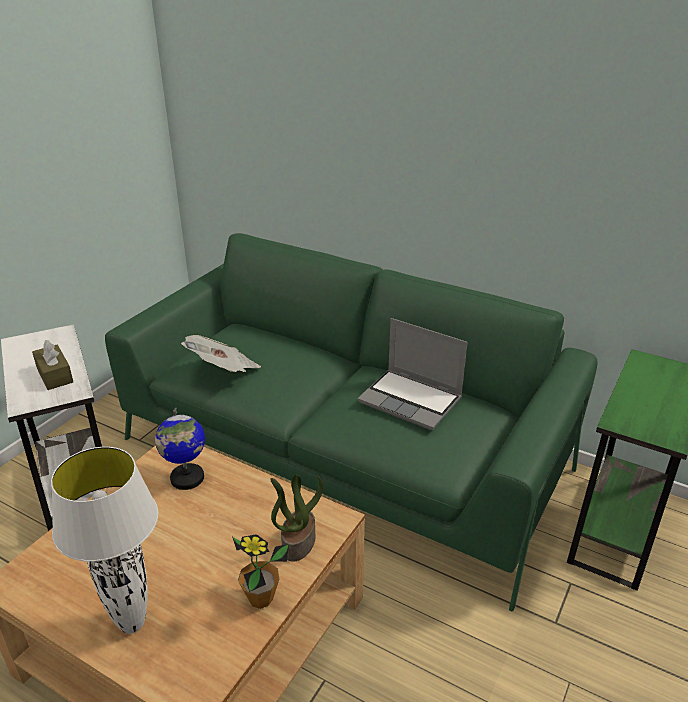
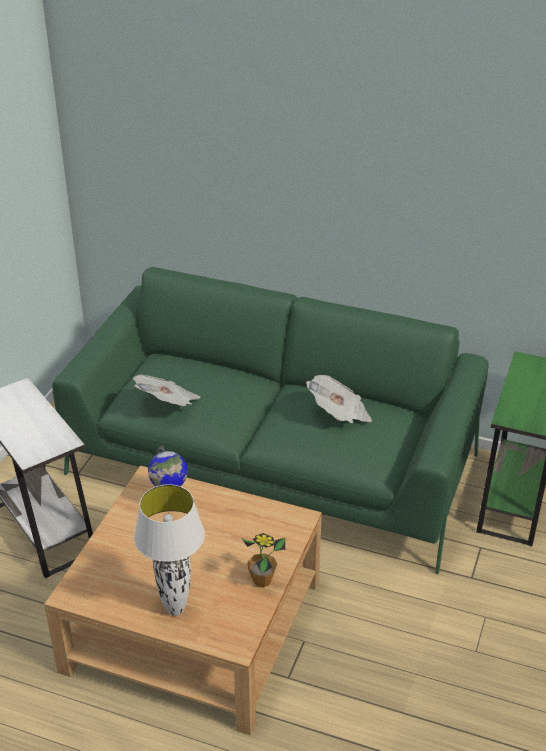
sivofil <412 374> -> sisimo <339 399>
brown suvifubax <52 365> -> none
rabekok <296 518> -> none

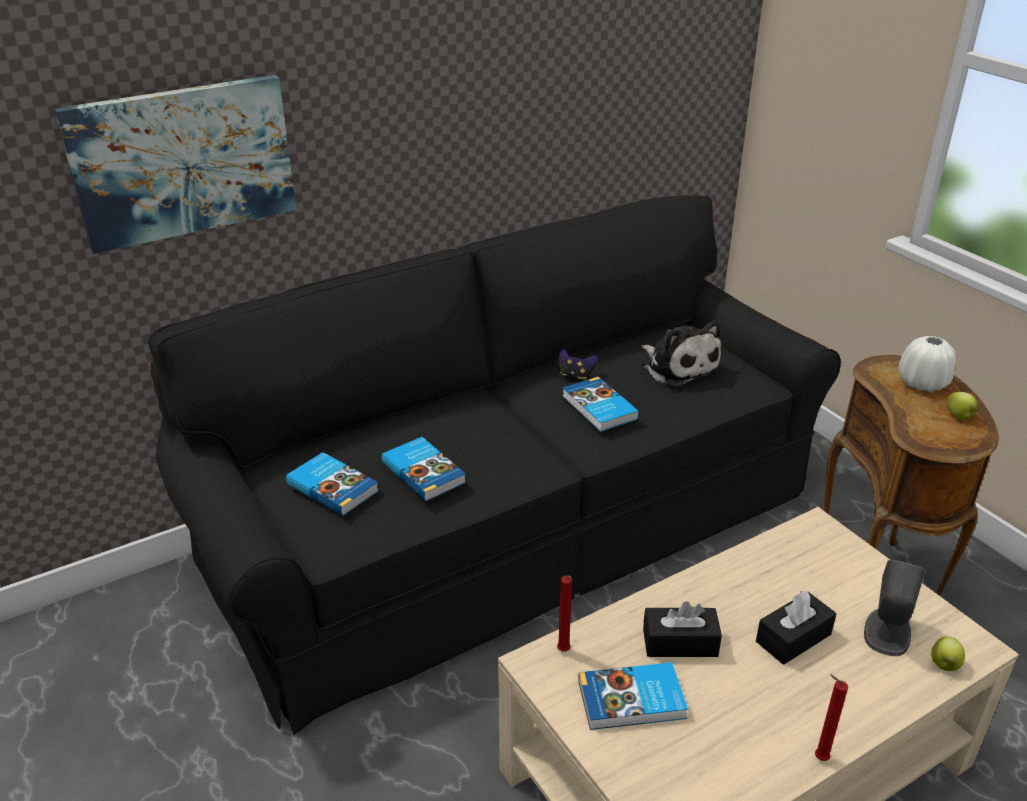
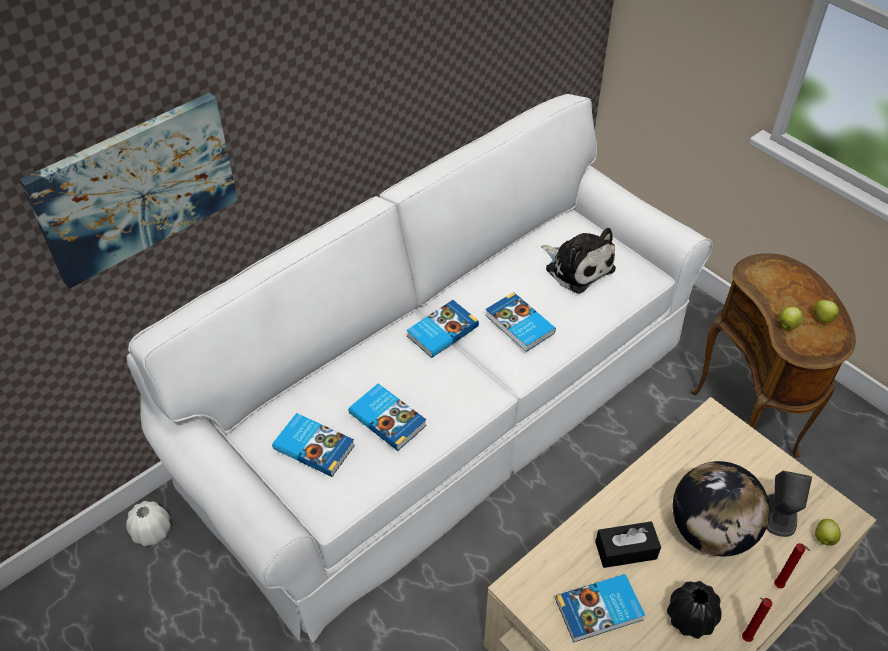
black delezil <494 465> -> white delezil <420 368>
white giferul <927 364> -> white giferul <148 524>, shifted
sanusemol <578 364> -> none
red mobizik <564 613> -> red mobizik <792 565>, shifted
black suvifubax <796 628> -> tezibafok <721 508>
none -> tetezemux <443 329>
none -> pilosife <791 318>
none -> black giferul <694 610>

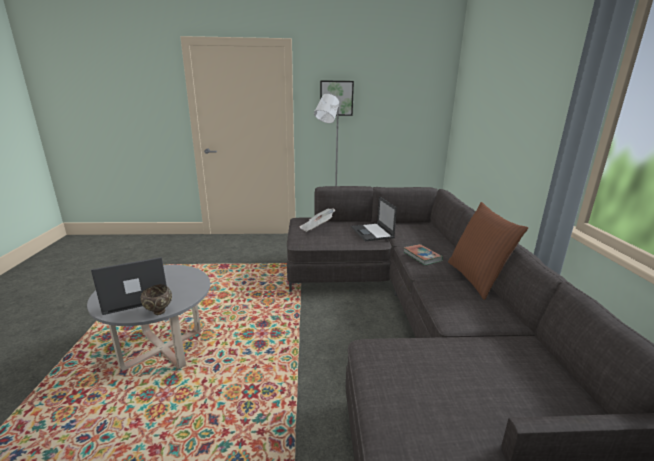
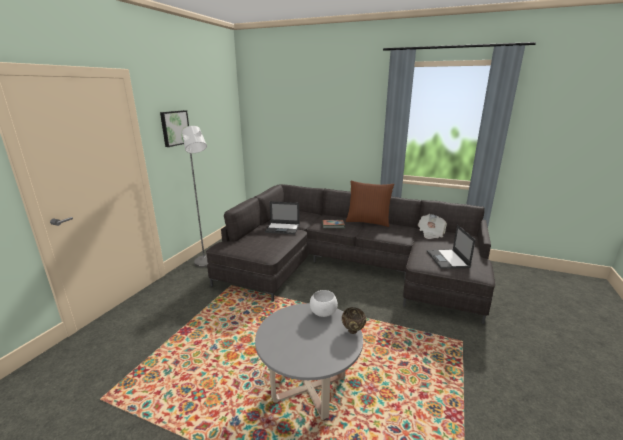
sisimo <317 220> -> sisimo <432 226>, shifted
sivofil <129 286> -> sivofil <451 247>, shifted
none -> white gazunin <324 303>

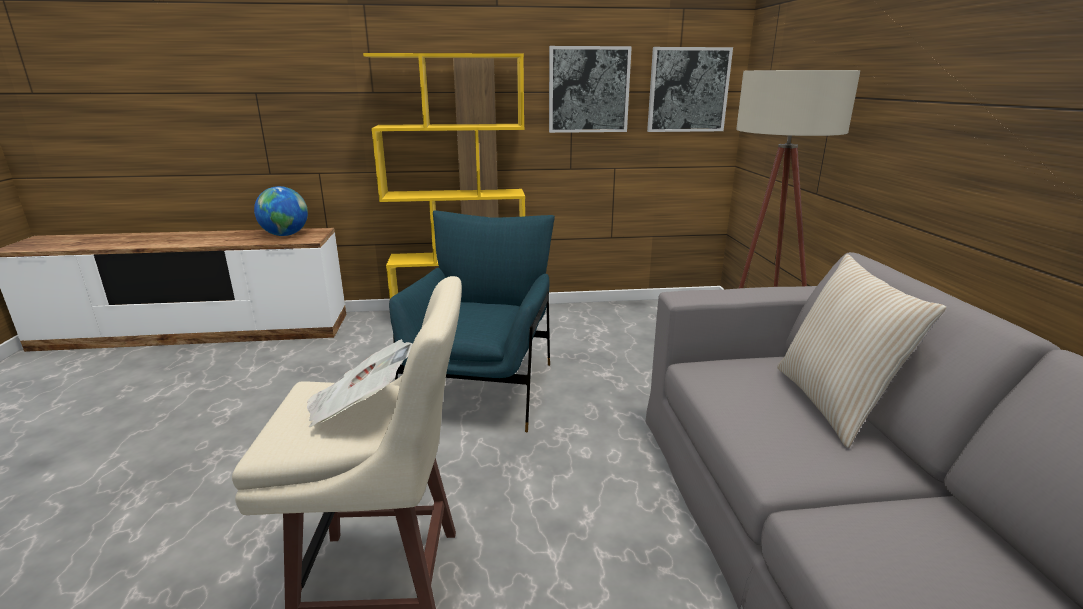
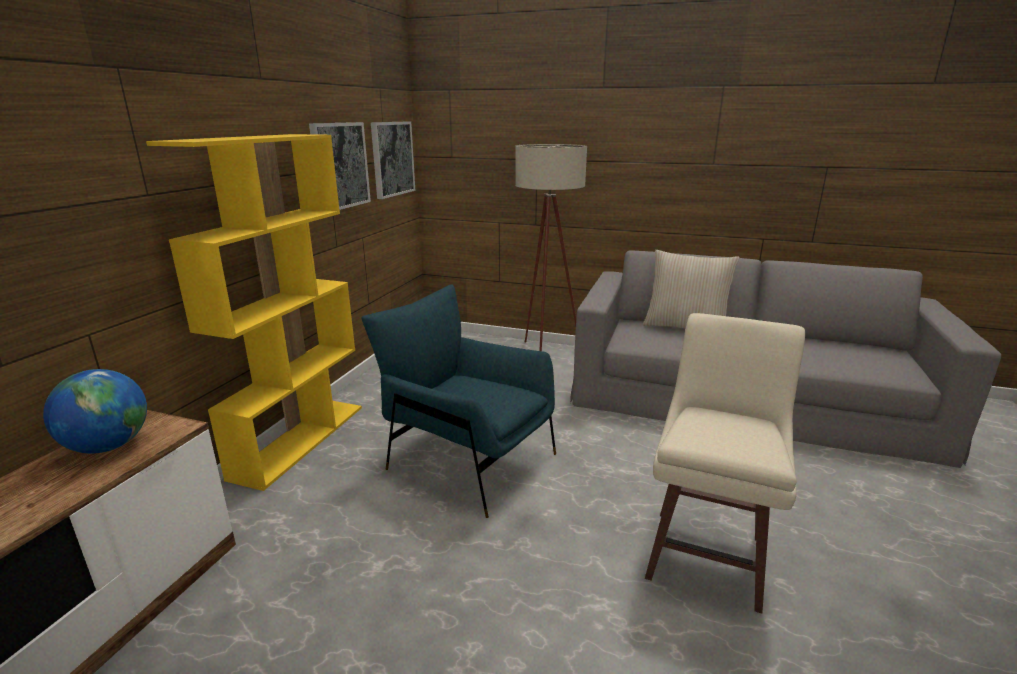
sisimo <359 383> -> none

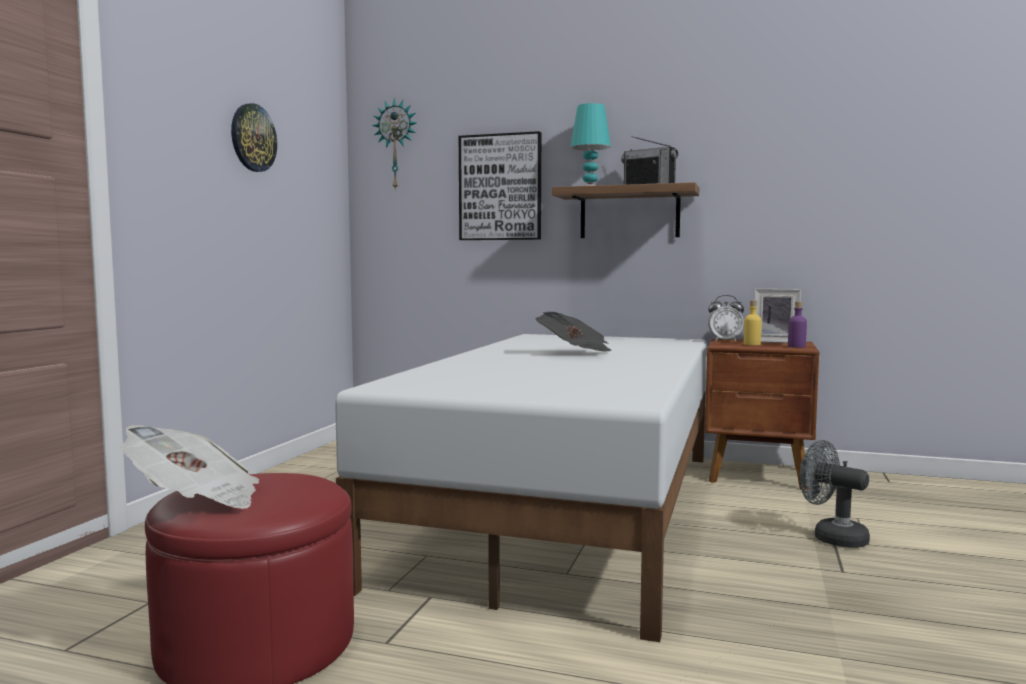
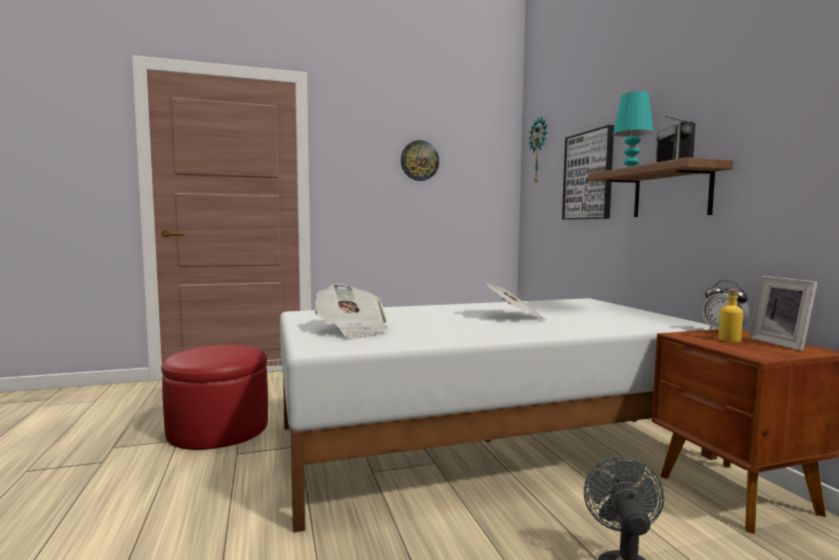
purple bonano <797 325> -> none
sisimo <189 467> -> sisimo <351 311>, shifted

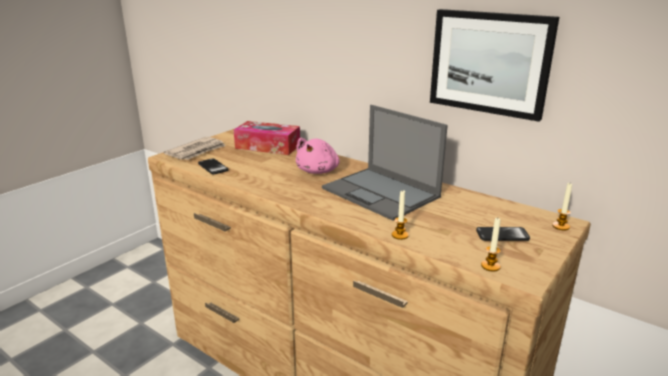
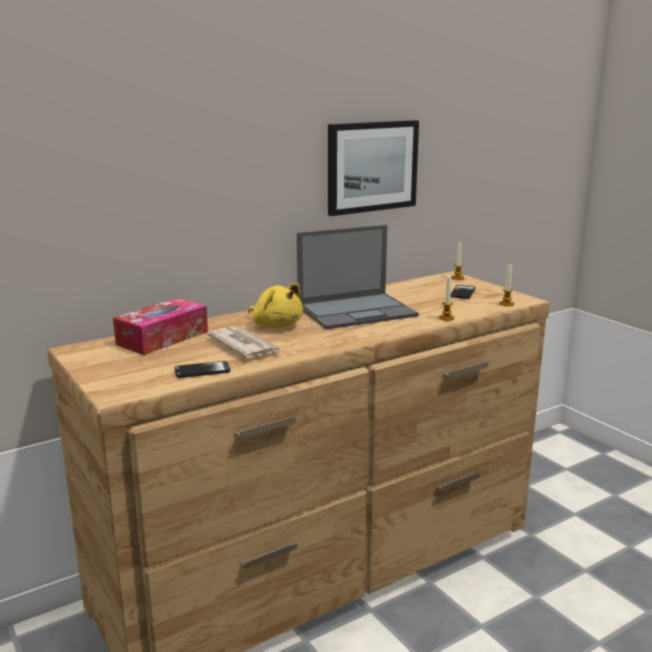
sisimo <195 148> -> sisimo <245 342>, shifted
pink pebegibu <318 156> -> yellow pebegibu <275 305>

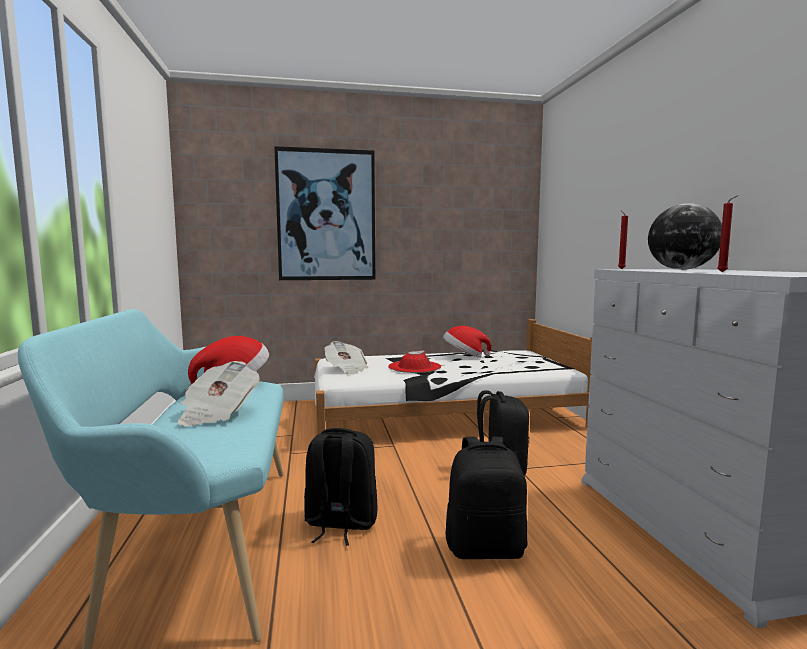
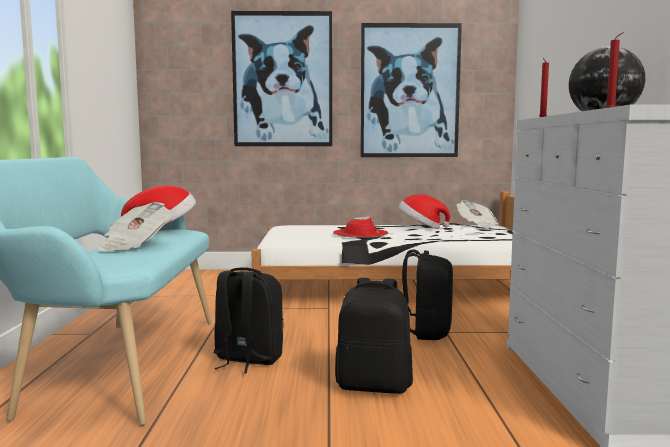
sisimo <346 358> -> sisimo <477 214>, shifted
none -> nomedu <411 90>

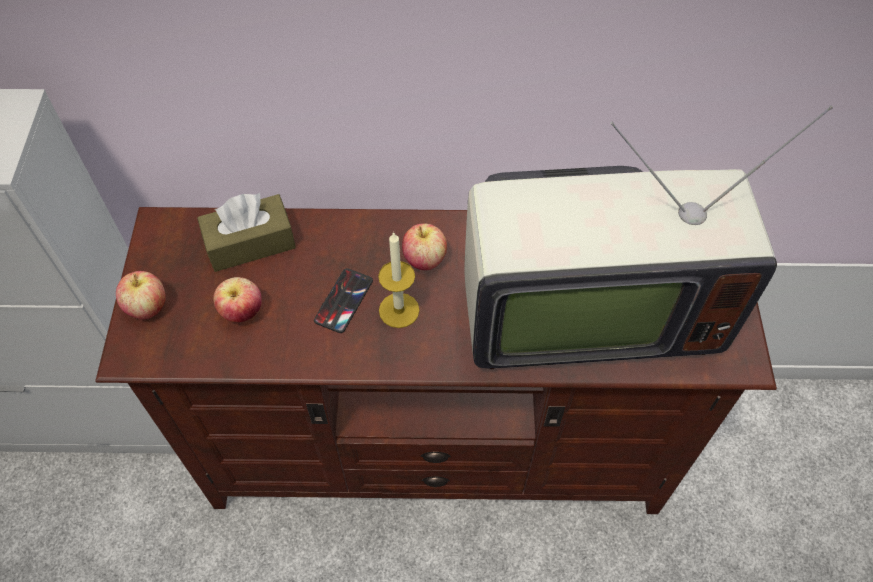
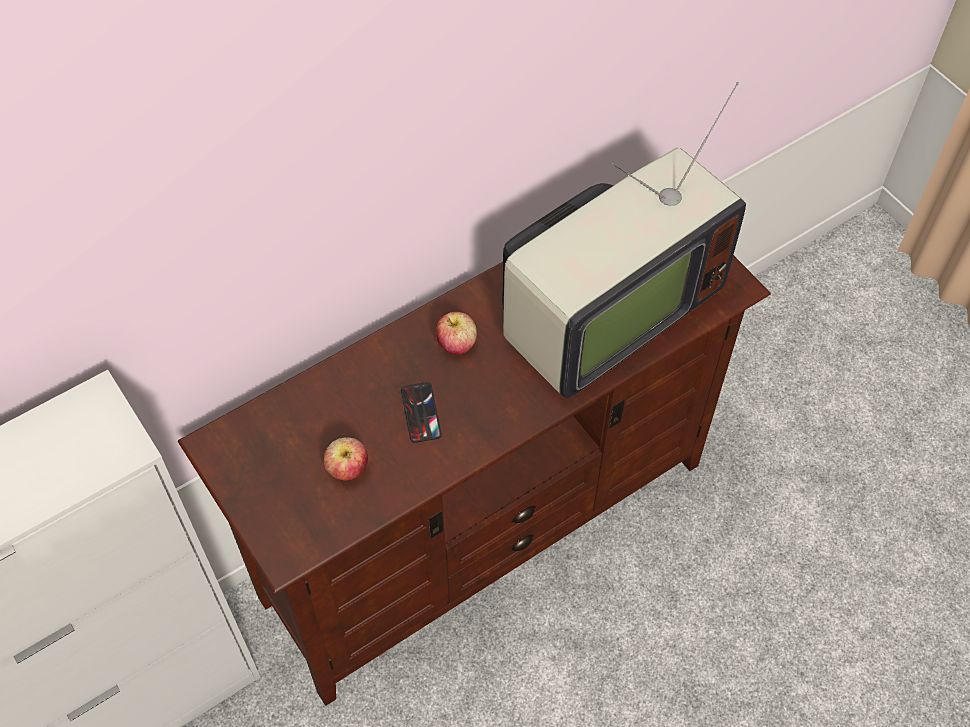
brown suvifubax <246 232> -> none
mobizik <399 280> -> none
pilosife <141 295> -> none

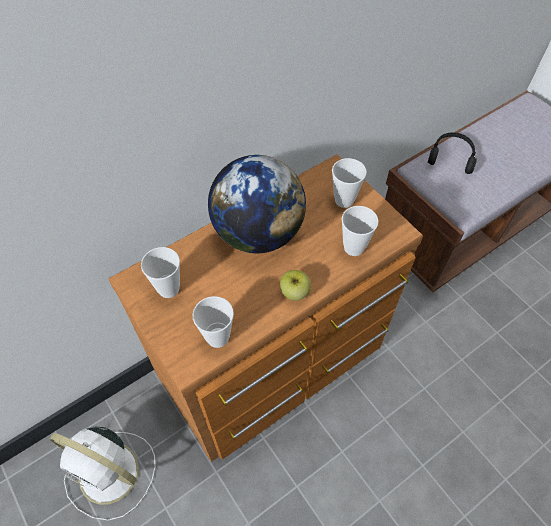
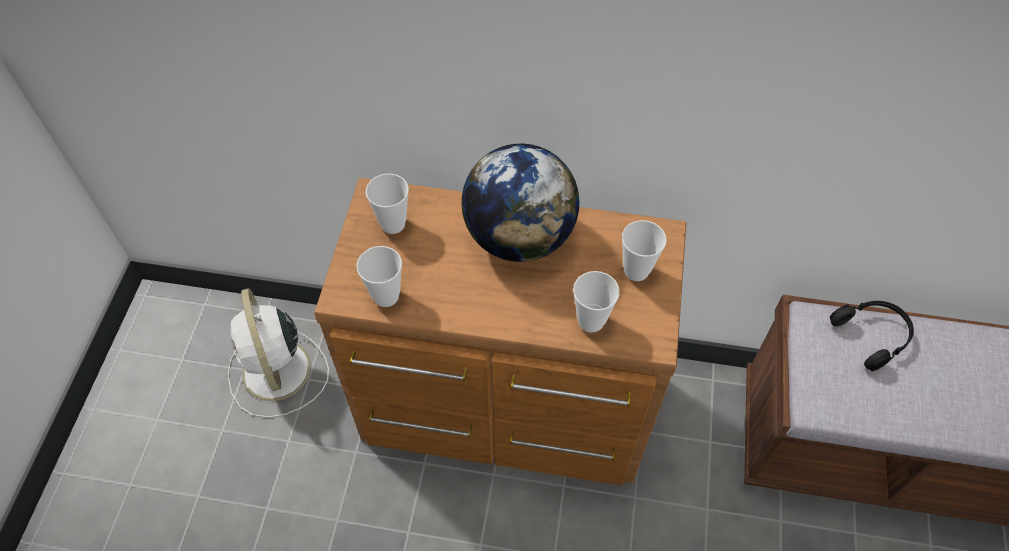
pilosife <295 285> -> none

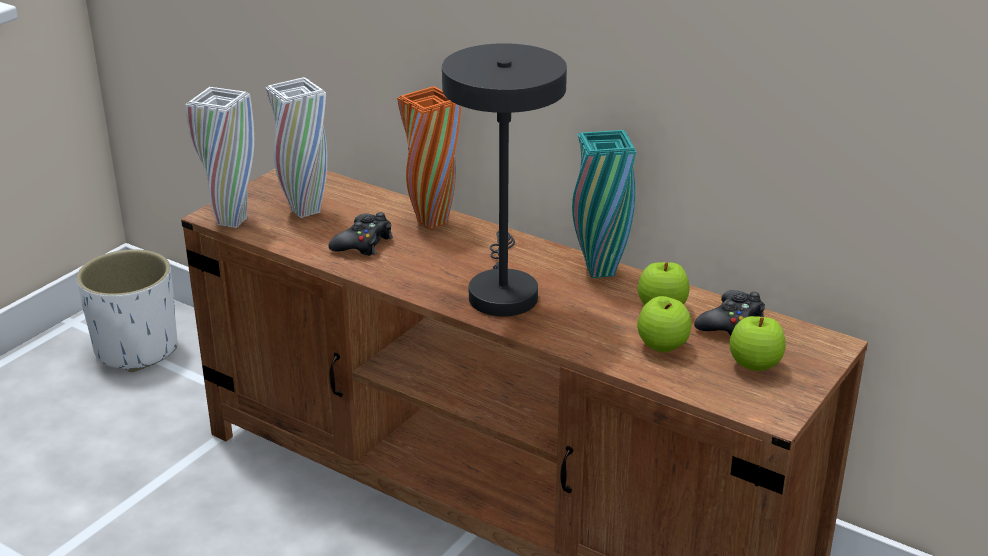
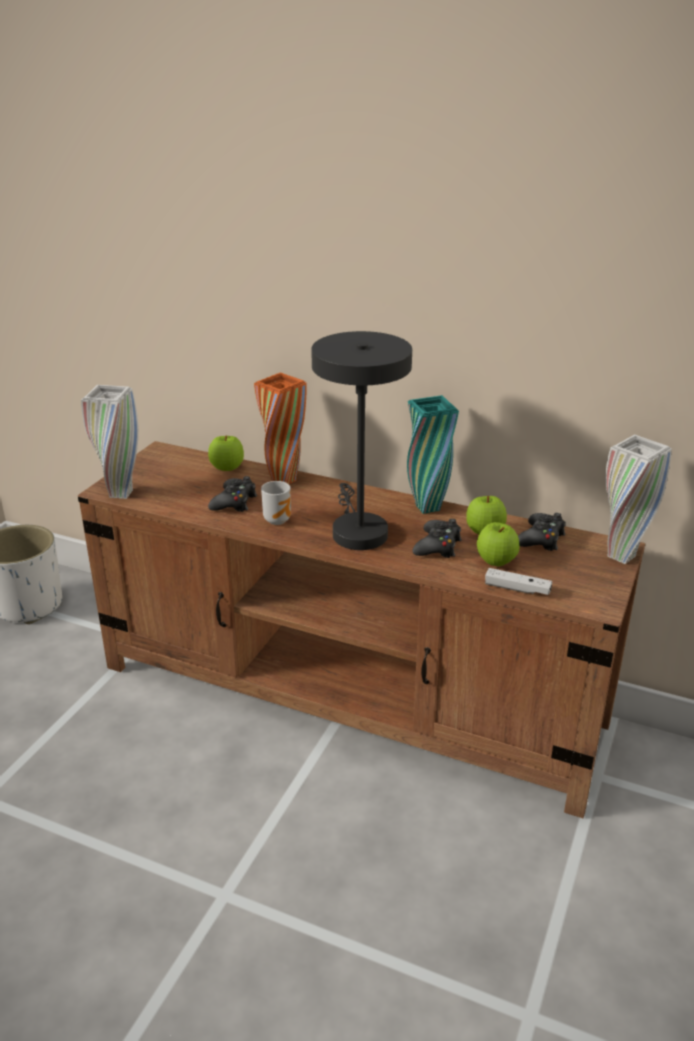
white giferul <296 147> -> white giferul <638 499>, shifted
pilosife <757 343> -> pilosife <226 453>, shifted
none -> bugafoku <276 503>
none -> black sanusemol <437 538>
none -> white sanusemol <518 581>

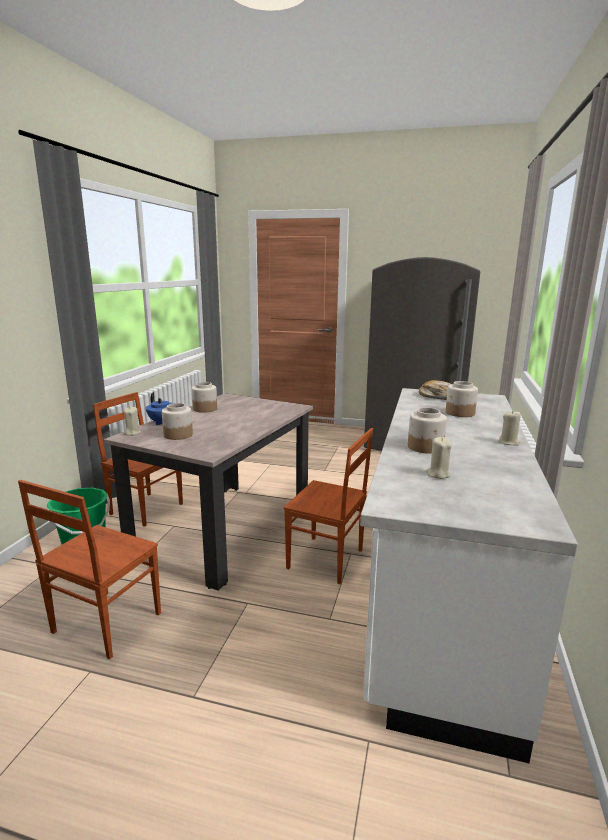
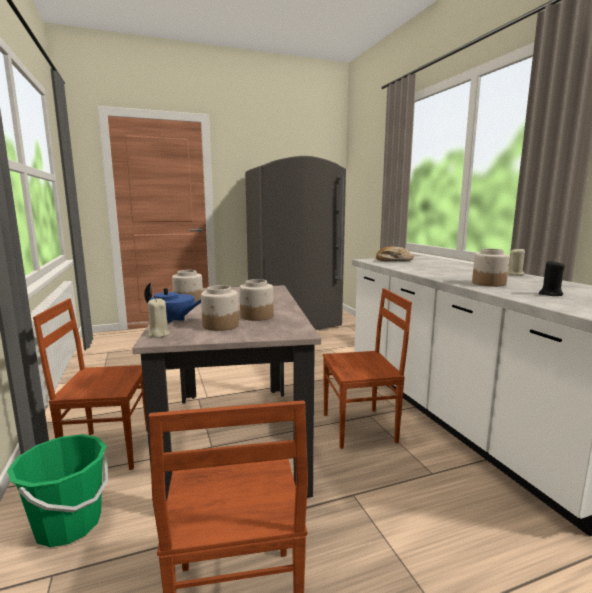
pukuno <462 399> -> pukuno <256 300>, shifted
beige mobizik <438 458> -> black mobizik <552 278>

